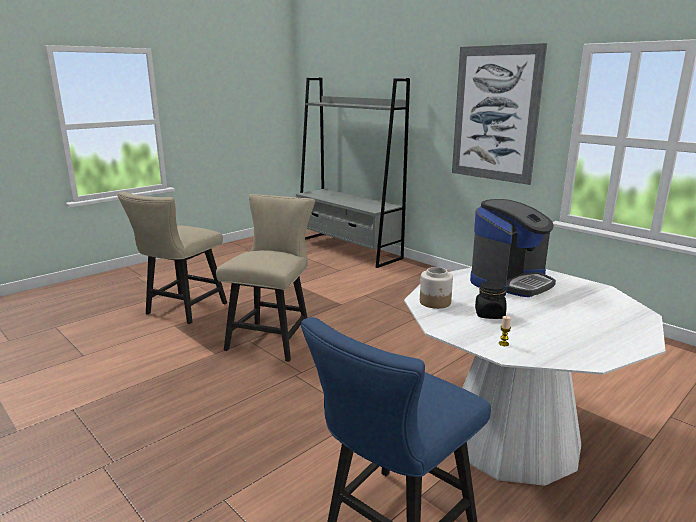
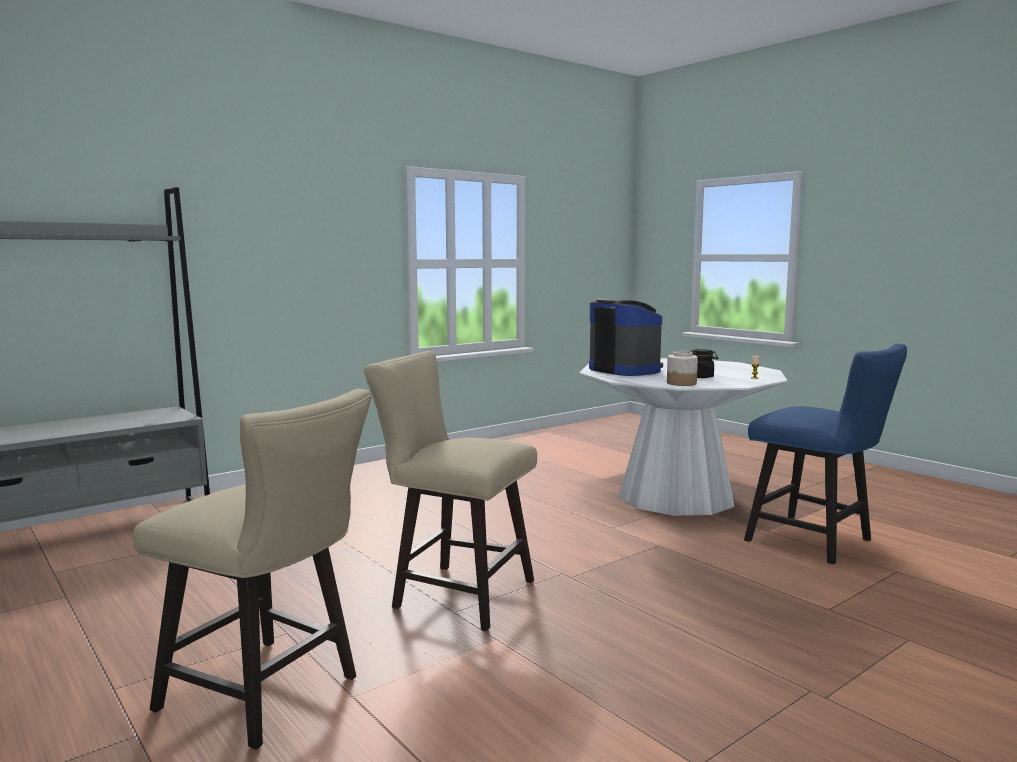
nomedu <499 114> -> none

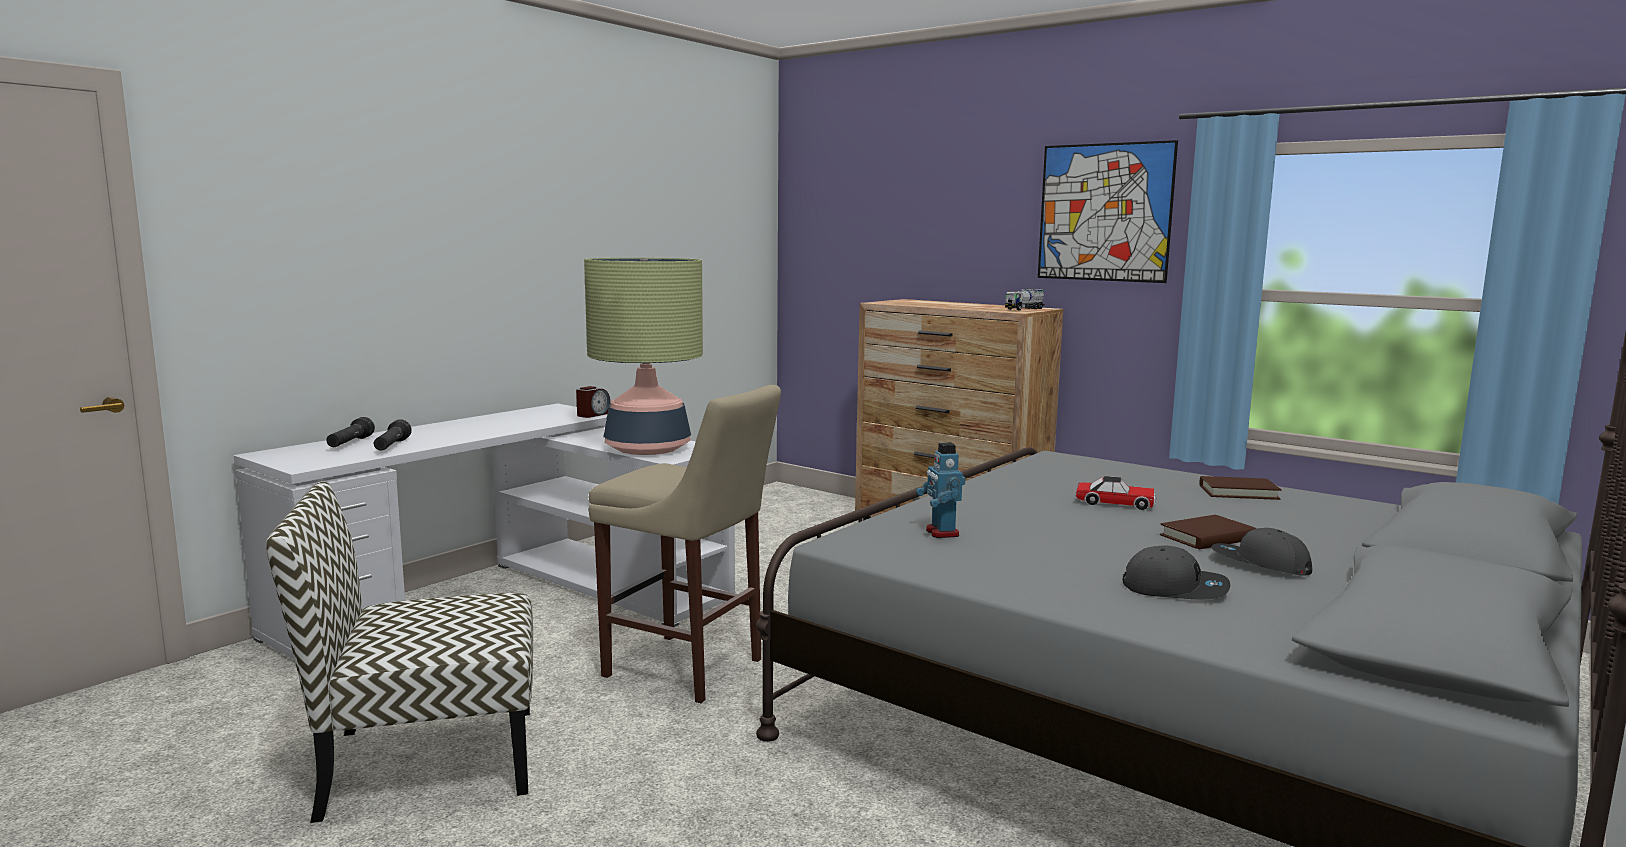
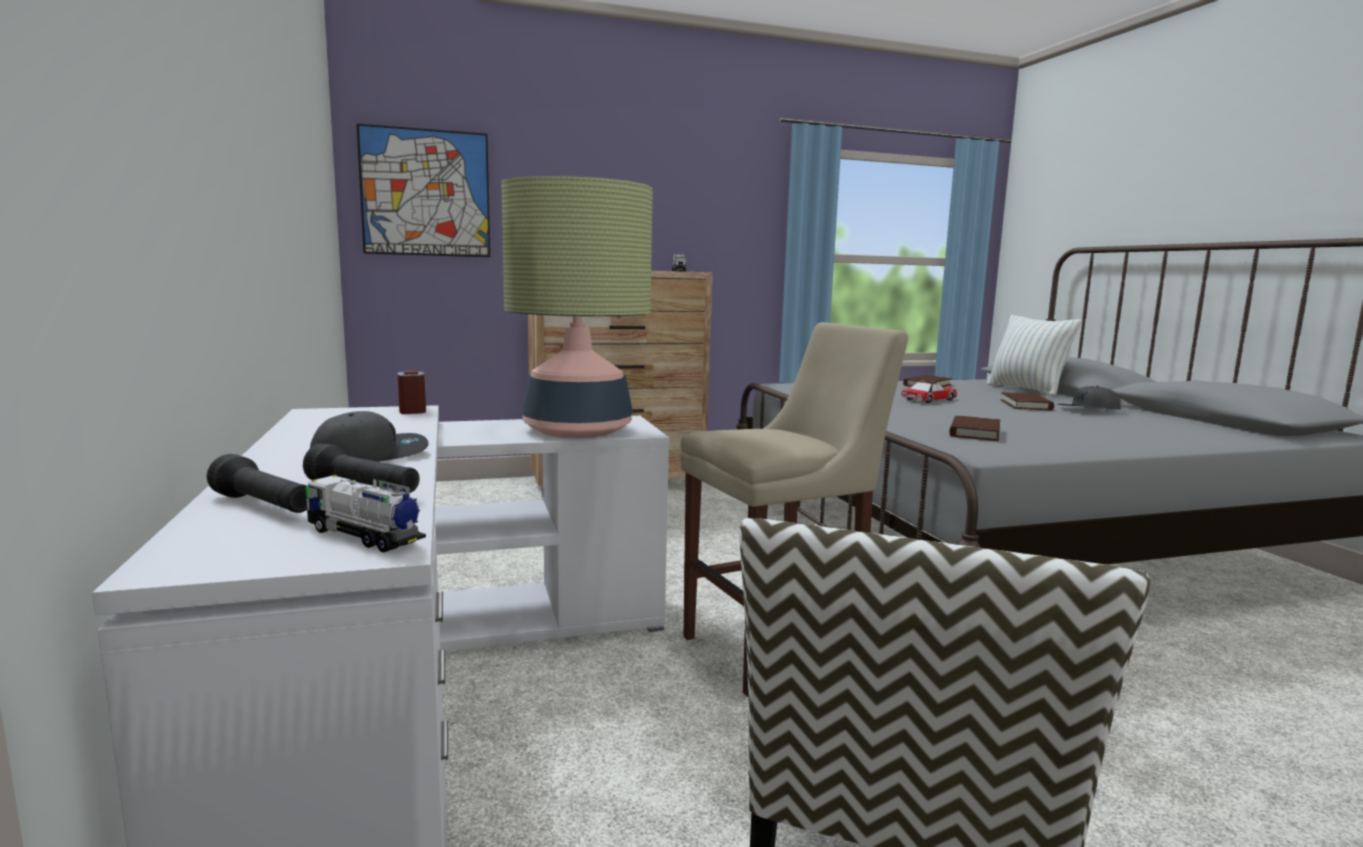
nomedu <1108 211> -> nomedu <423 190>, shifted
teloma <940 490> -> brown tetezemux <974 428>
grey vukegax <1176 572> -> grey vukegax <369 436>, shifted
none -> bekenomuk <1034 355>
none -> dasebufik <365 514>

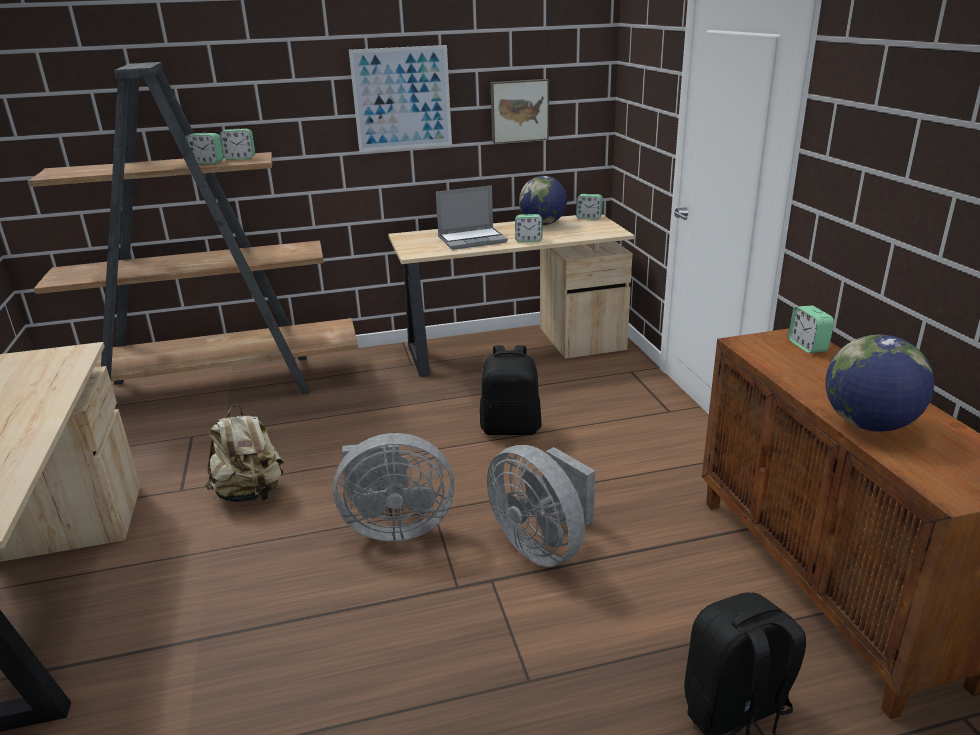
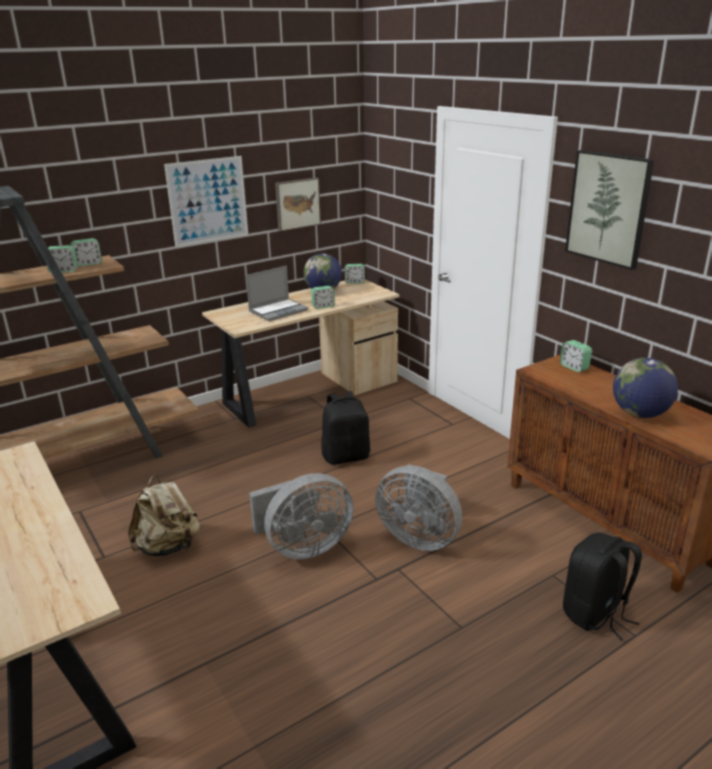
none -> nomedu <609 210>

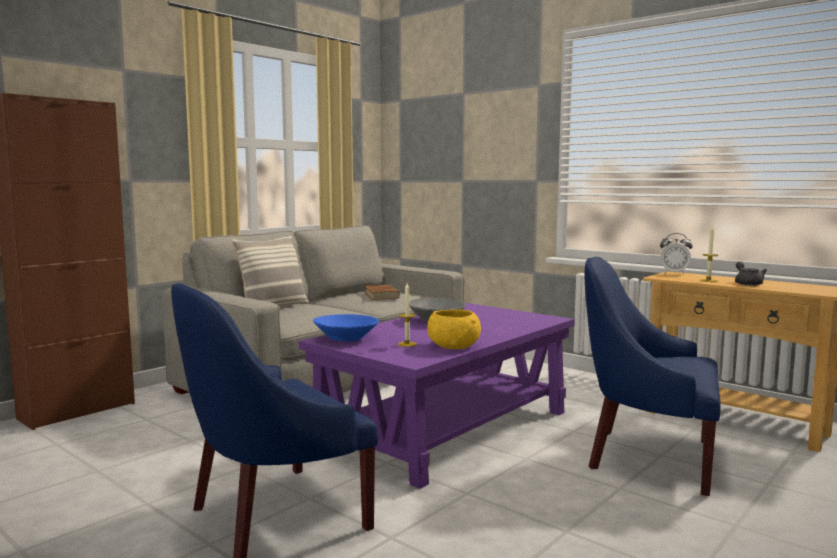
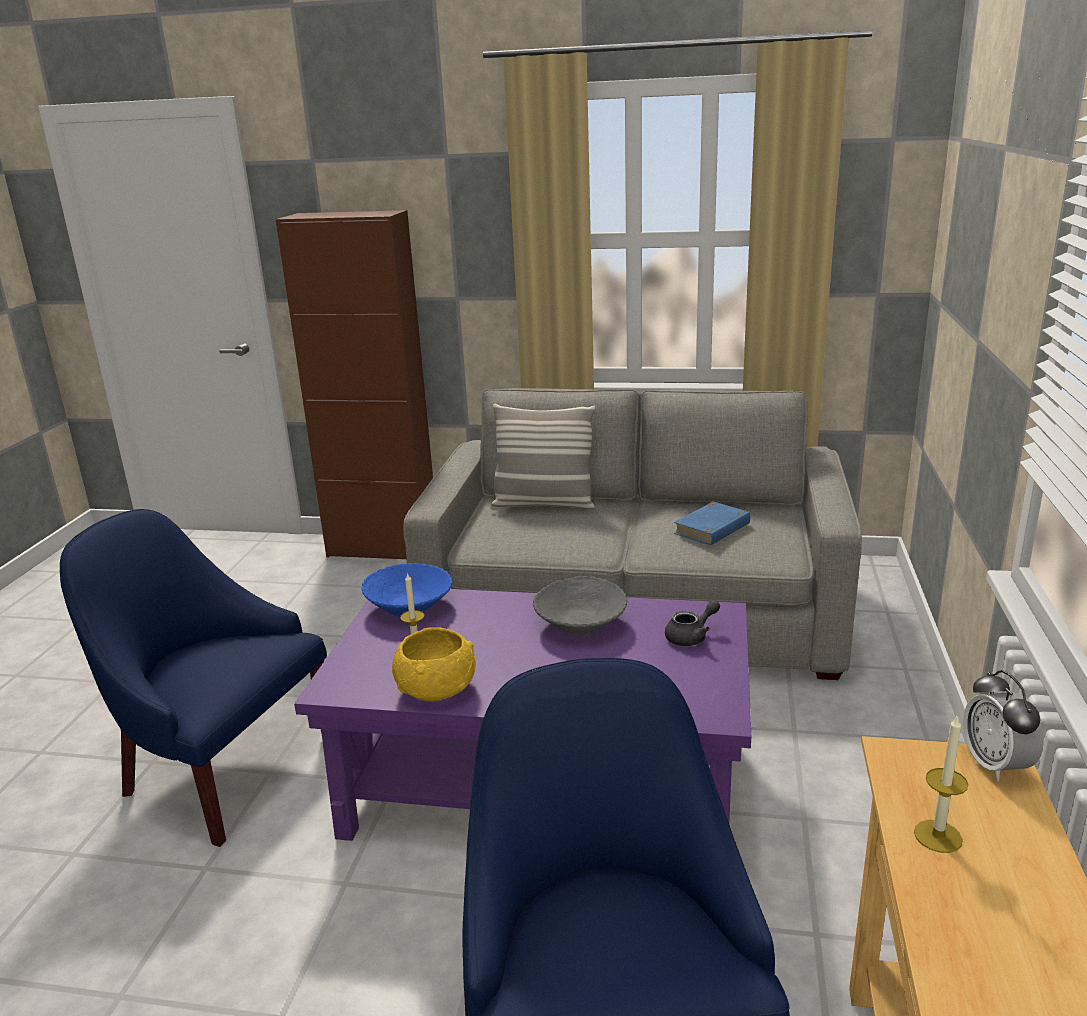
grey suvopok <751 273> -> grey suvopok <692 623>, shifted
brown tetezemux <382 292> -> blue tetezemux <712 523>

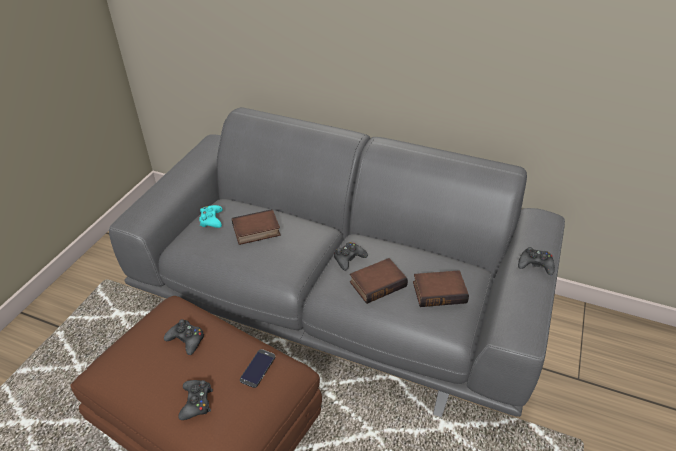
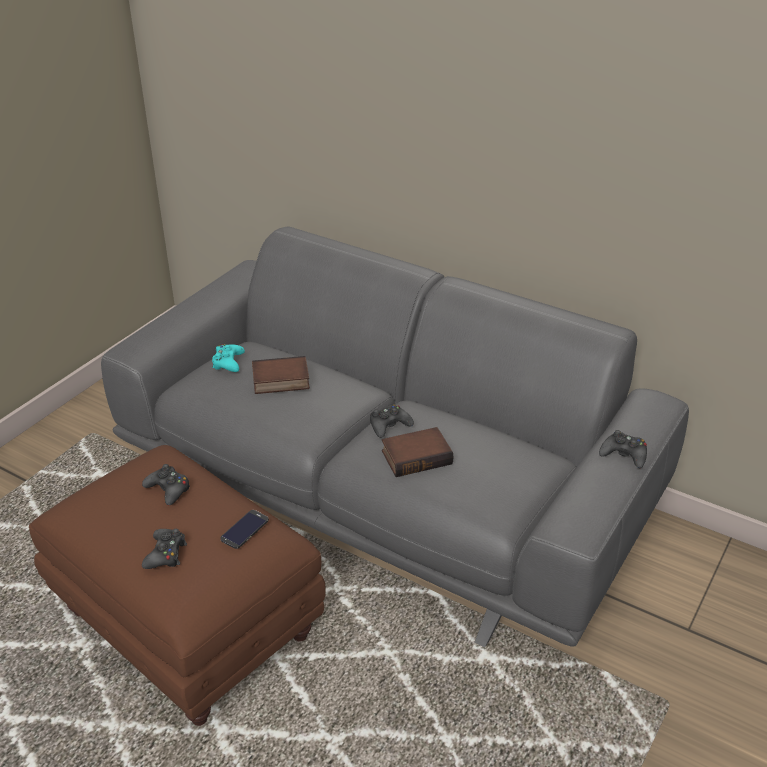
tetezemux <441 288> -> none

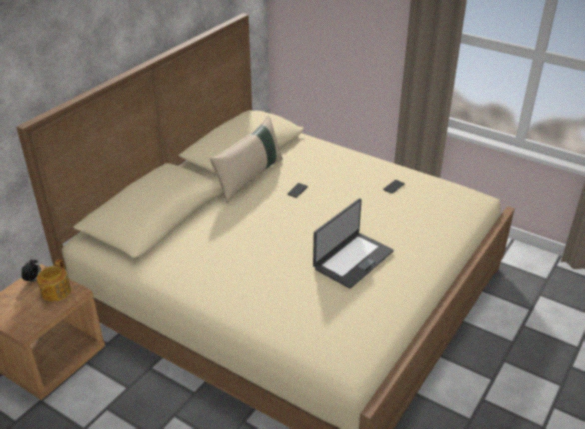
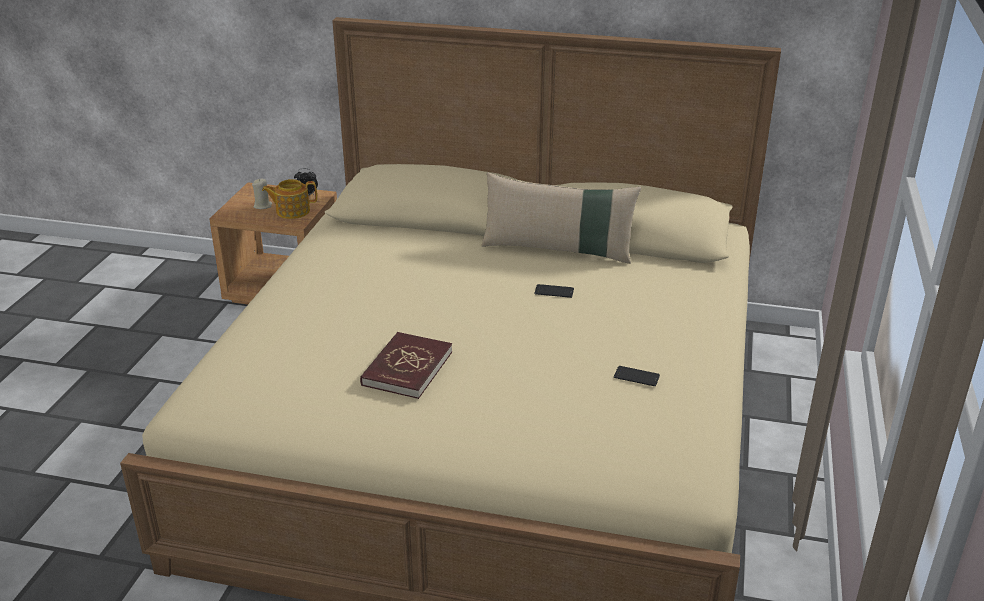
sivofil <353 243> -> red tetezemux <406 365>
none -> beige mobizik <262 193>

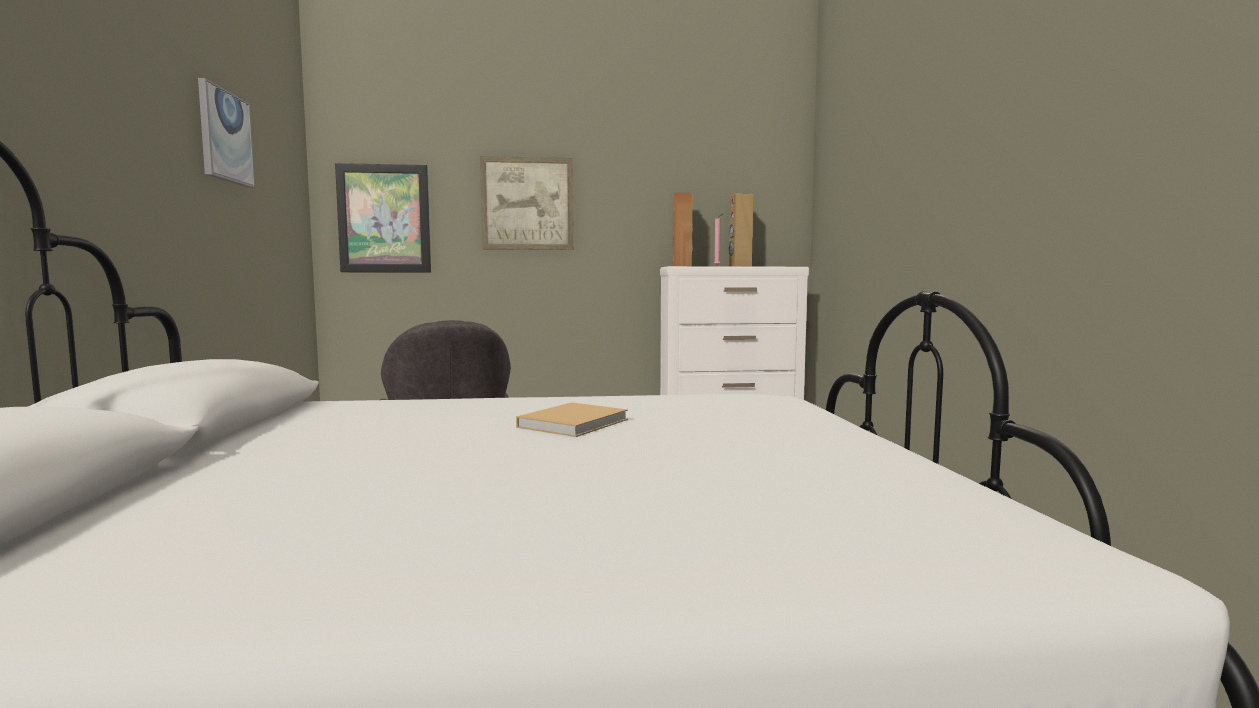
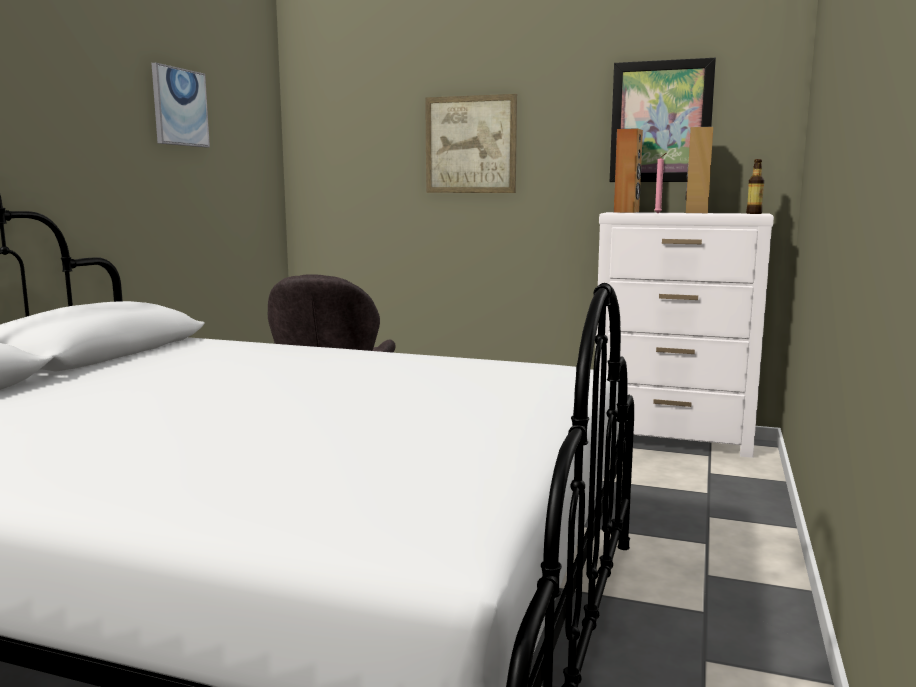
nomedu <383 217> -> nomedu <663 120>, shifted
beige tetezemux <572 419> -> none
none -> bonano <755 186>

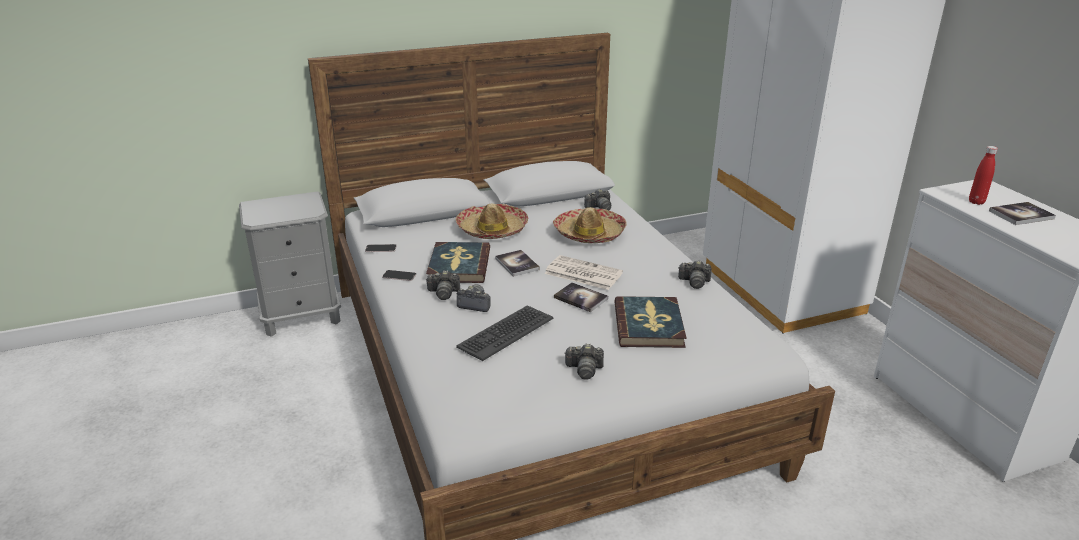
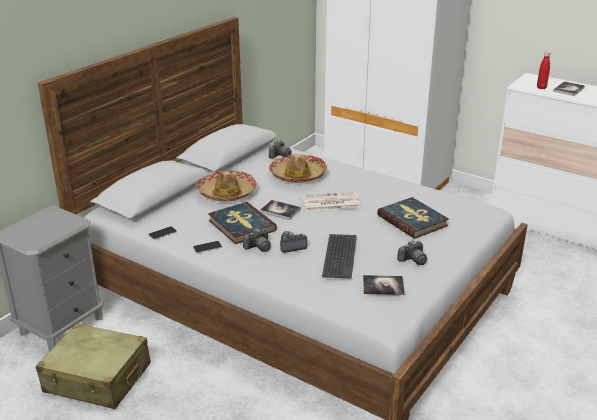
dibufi <694 274> -> none
tetezemux <581 297> -> tetezemux <384 285>, shifted
none -> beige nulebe <93 366>

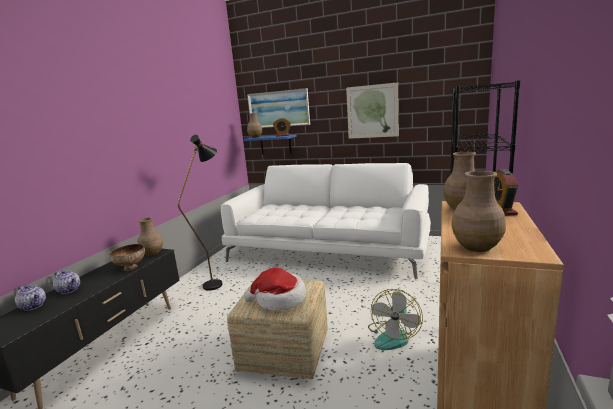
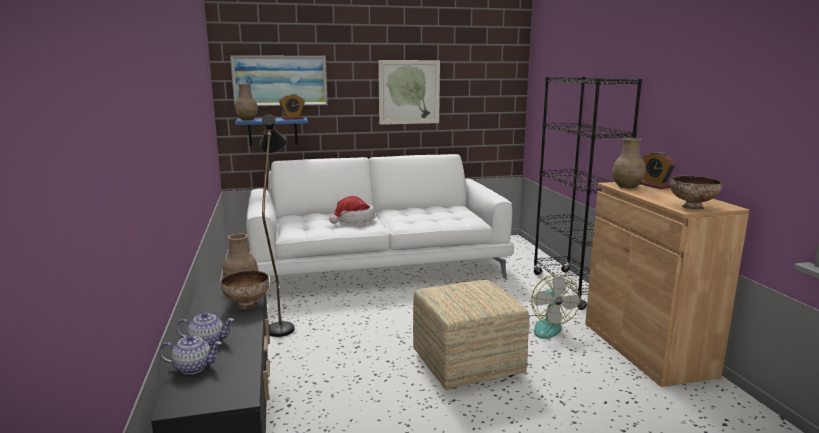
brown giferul <479 211> -> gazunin <696 193>
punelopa <275 289> -> punelopa <352 210>, shifted

